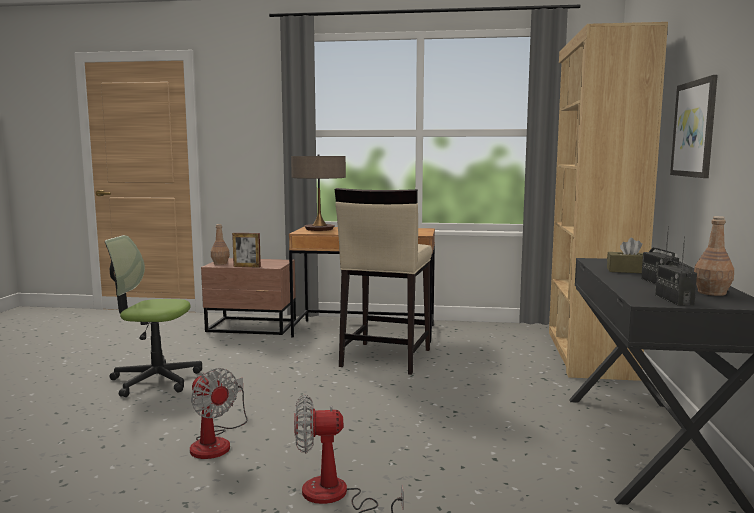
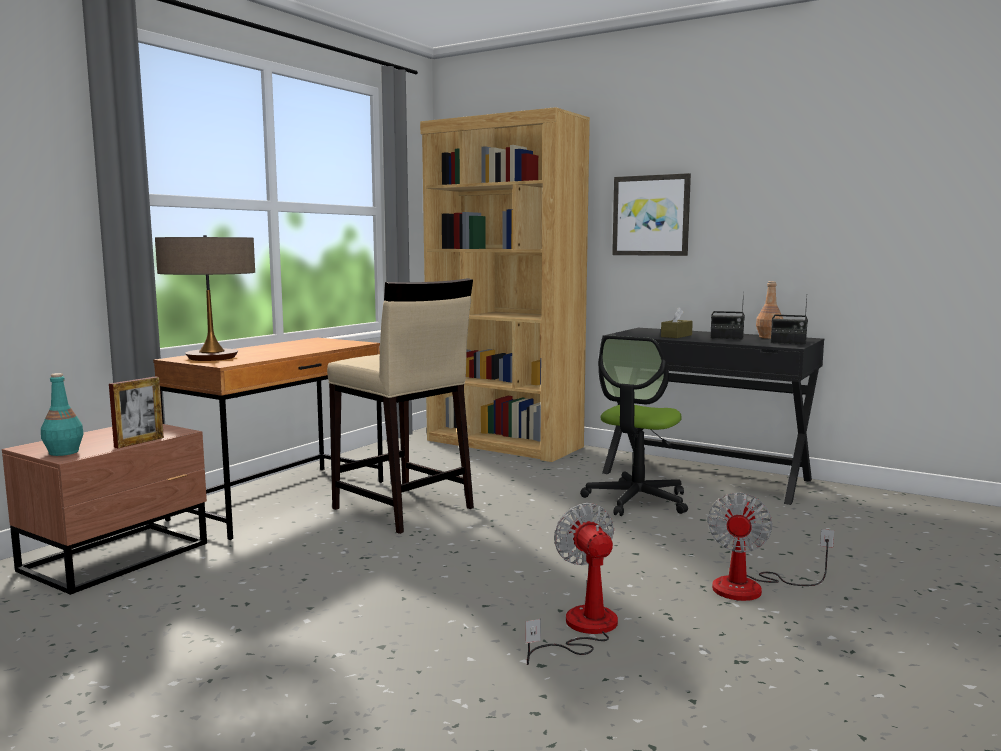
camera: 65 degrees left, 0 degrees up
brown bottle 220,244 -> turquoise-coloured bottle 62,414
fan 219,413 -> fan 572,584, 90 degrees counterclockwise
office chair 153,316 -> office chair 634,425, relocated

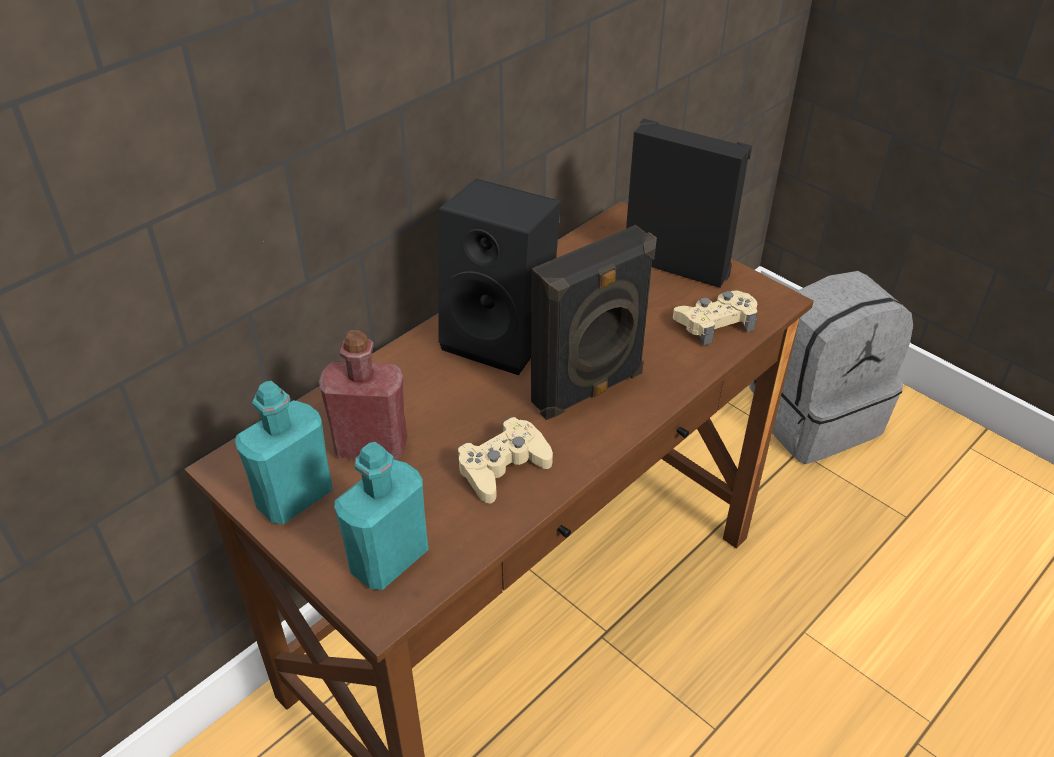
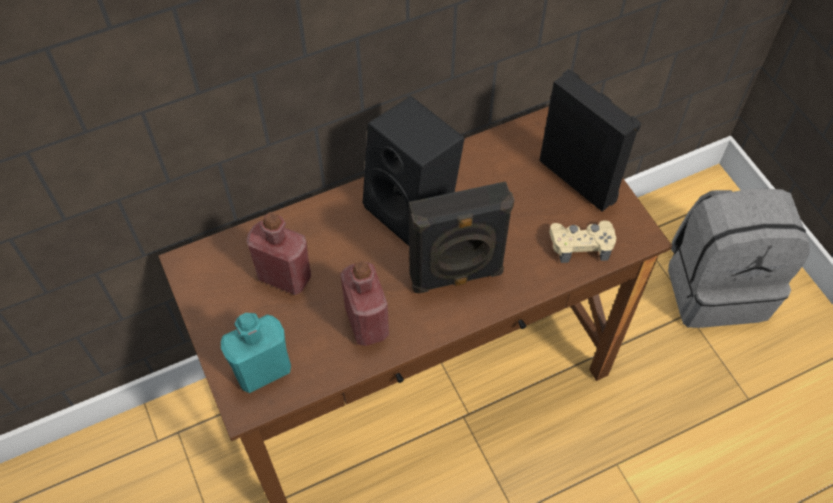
camera: 20 degrees right, 15 degrees up
beige gamepad 505,460 -> reddish bottle 364,303
turquoise-coloured bottle 283,452 -> none

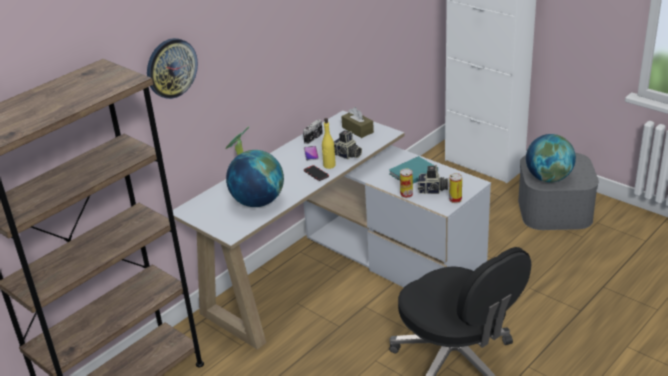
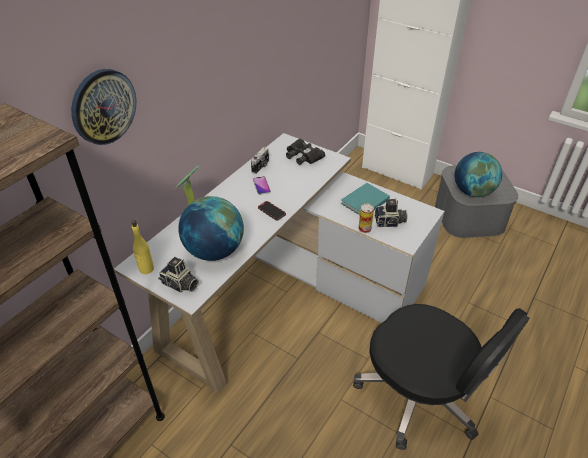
camera: 10 degrees left, 10 degrees up
yellow bottle 329,143 -> yellow bottle 142,247, relocated
still camera 348,144 -> still camera 178,275, relocated
brown box of tissues 357,122 -> blackish binoculars 305,152
sealed can 455,188 -> none

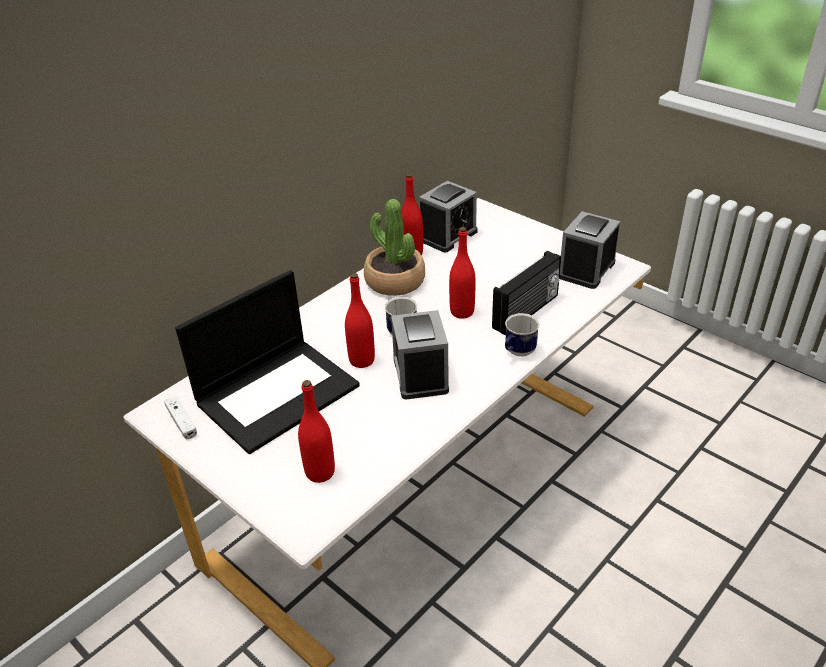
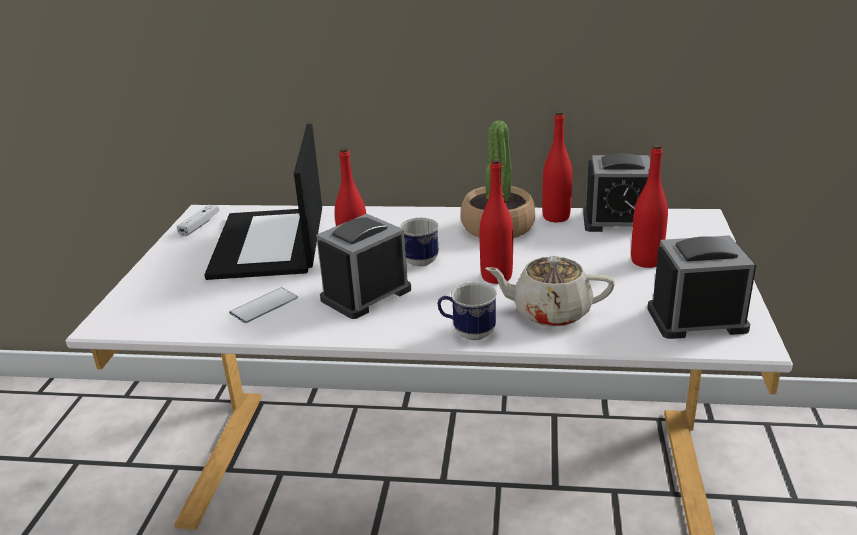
camera: 55 degrees right, 10 degrees down
notebook computer 267,362 -> notebook computer 263,202, 75 degrees clockwise
none -> telephone 263,305
radio receiver 526,293 -> beige teapot 550,291
reddish bottle 316,431 -> reddish bottle 649,206, relocated

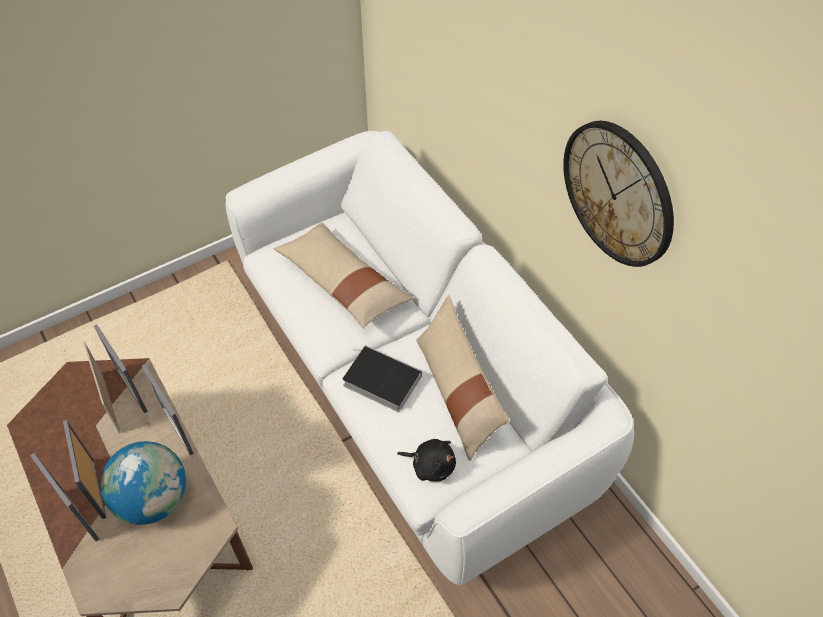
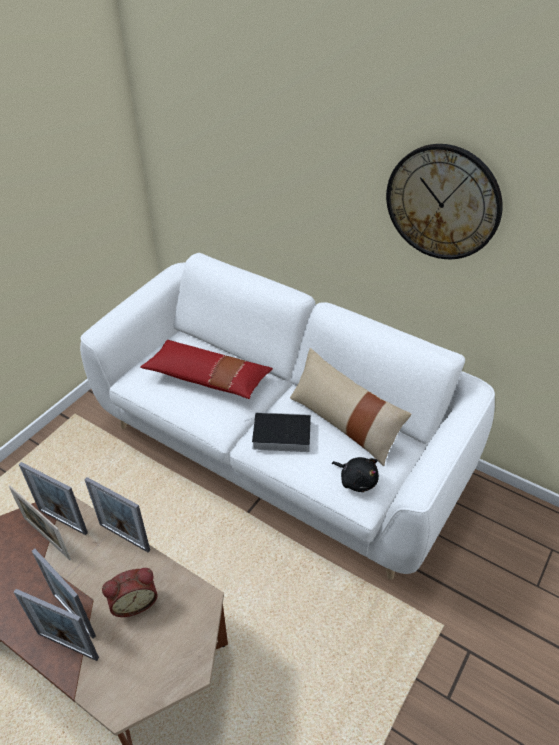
camera: 25 degrees left, 10 degrees down
globe 143,483 -> table clock 130,592
beige pillow 343,276 -> reddish pillow 206,369
blackish soft toy 426,460 -> blackish soft toy 355,474, 45 degrees clockwise

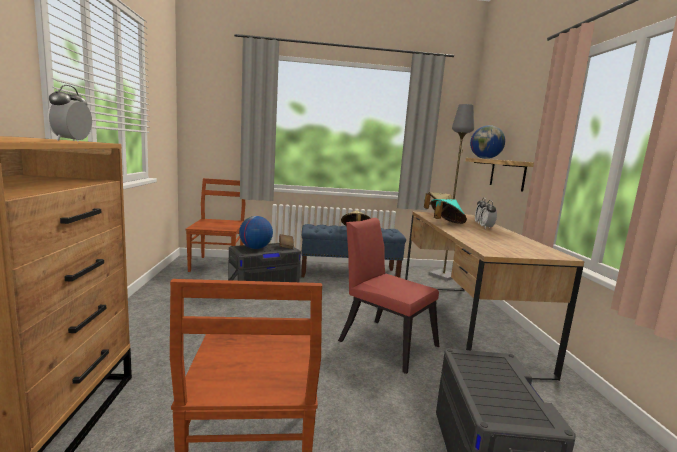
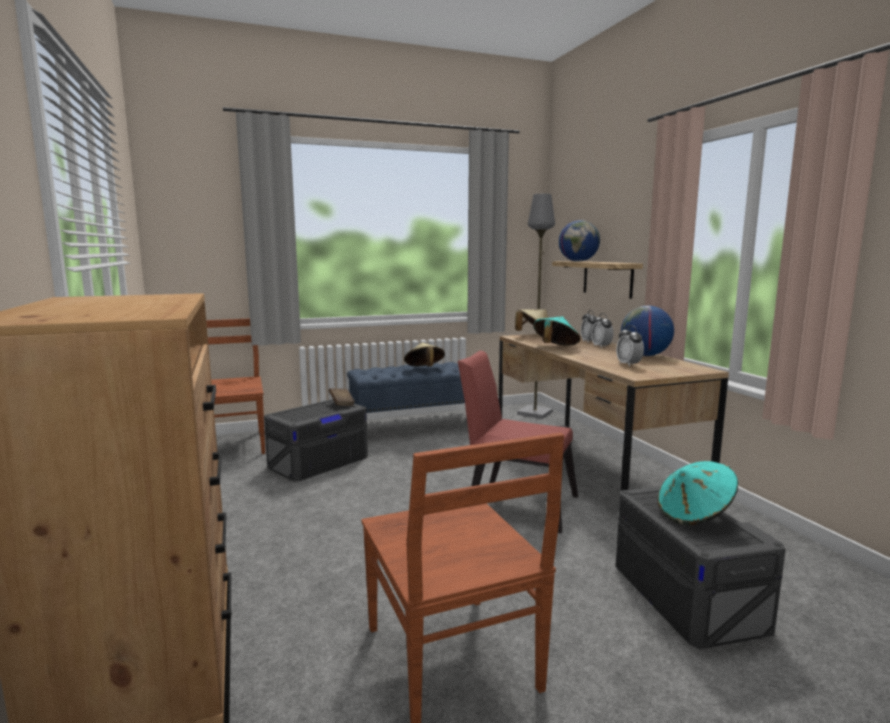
camera: 15 degrees left, 0 degrees up
table clock 70,113 -> table clock 630,346, relocated
globe 256,232 -> globe 647,331, relocated
none -> turquoise-coloured clothing hat 698,493

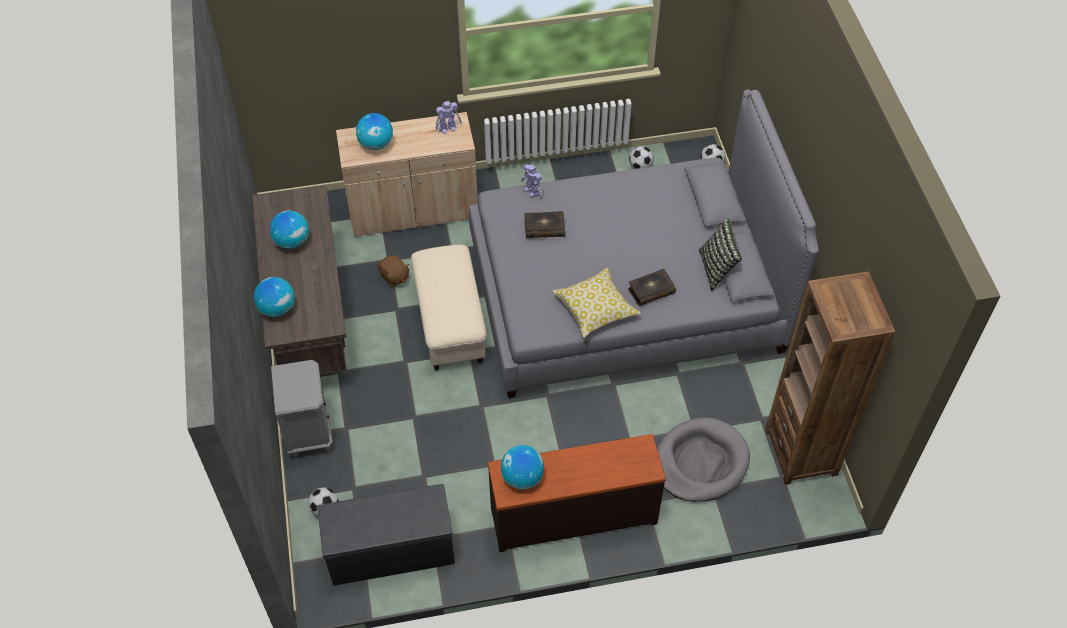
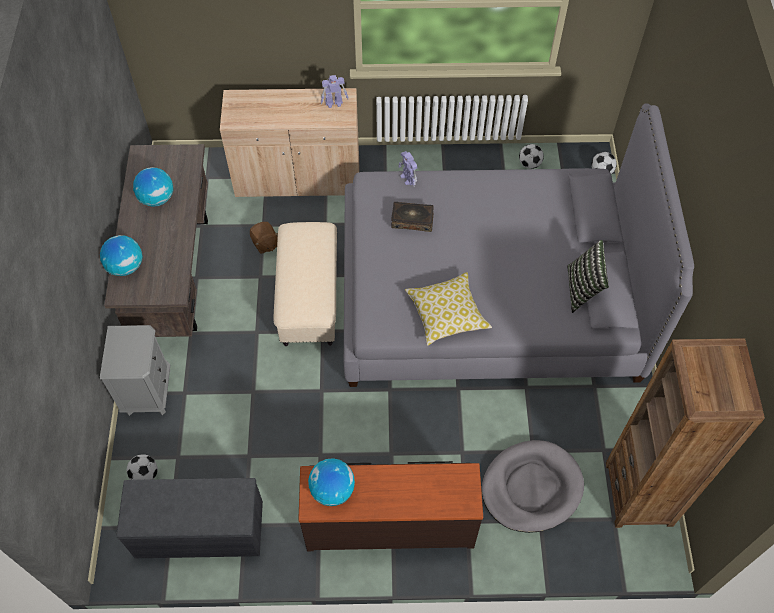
camera: 10 degrees right, 5 degrees up
globe 374,131 -> none
bound book 652,287 -> none

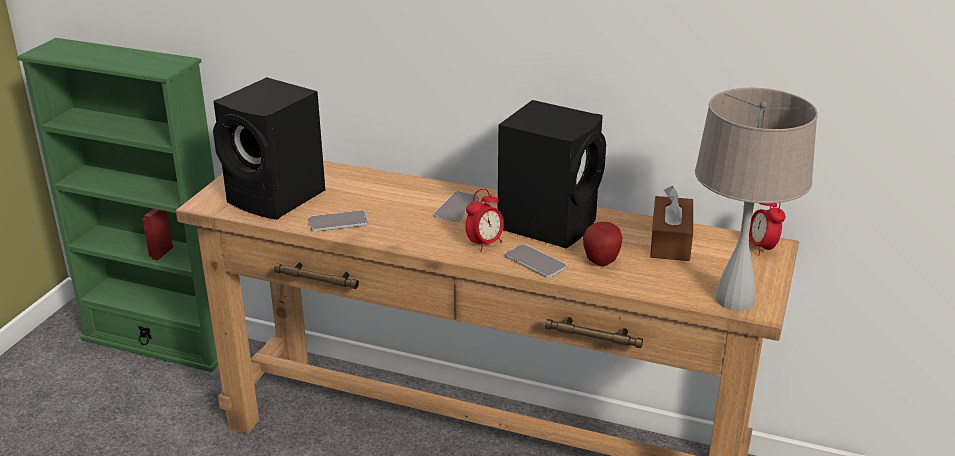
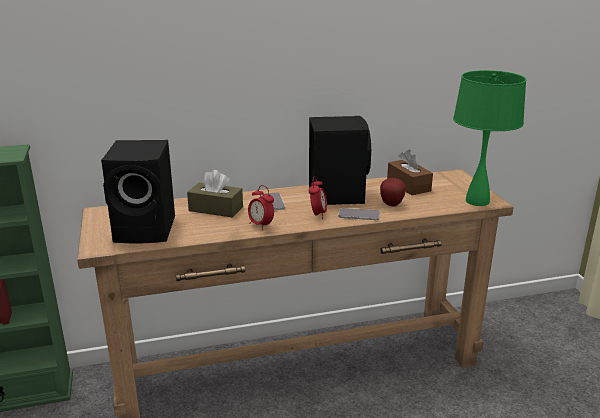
camera: 35 degrees left, 5 degrees down
none -> brown box of tissues 215,194
table clock 767,229 -> table clock 261,207, relocated
beige tabletop lamp 756,199 -> green-coloured tabletop lamp 490,138
telephone 338,221 -> none

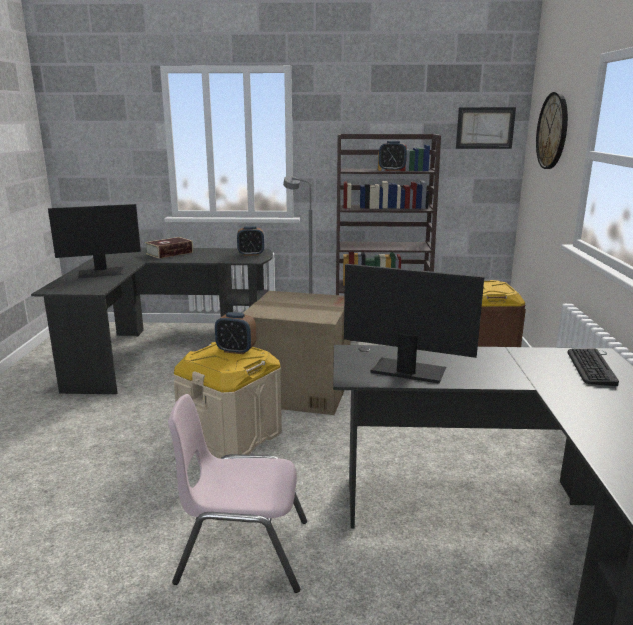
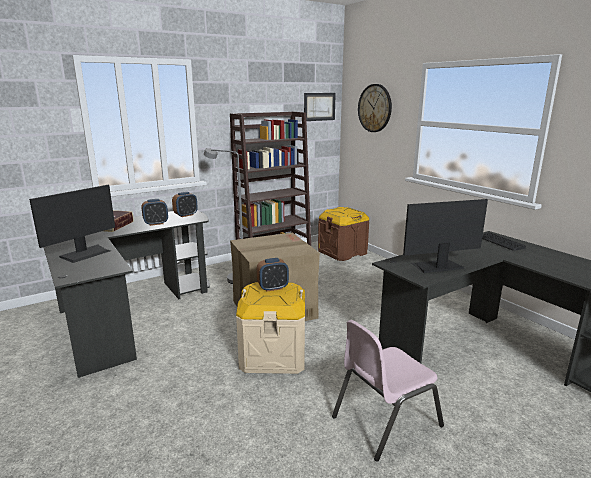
camera: 35 degrees left, 0 degrees up
table clock 393,156 -> table clock 154,212, relocated

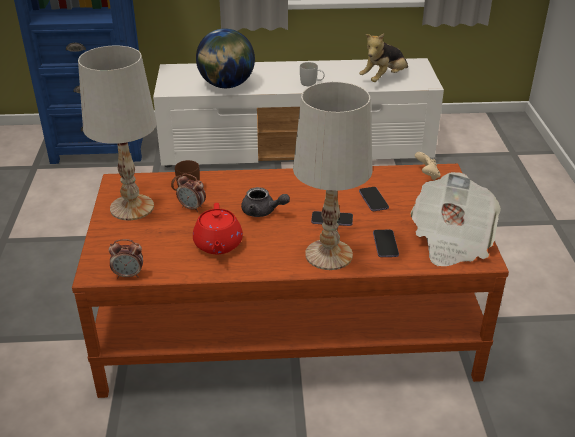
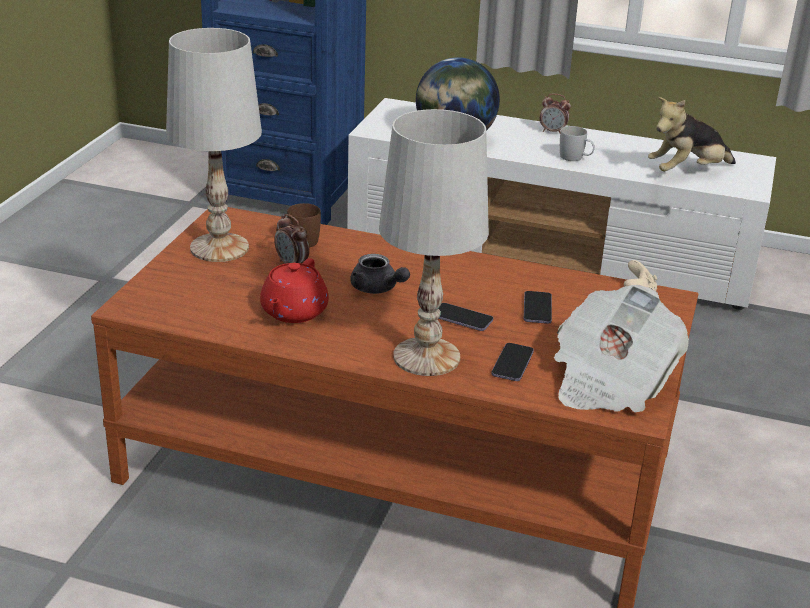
camera: 20 degrees right, 5 degrees down
table clock 126,258 -> table clock 555,113, relocated

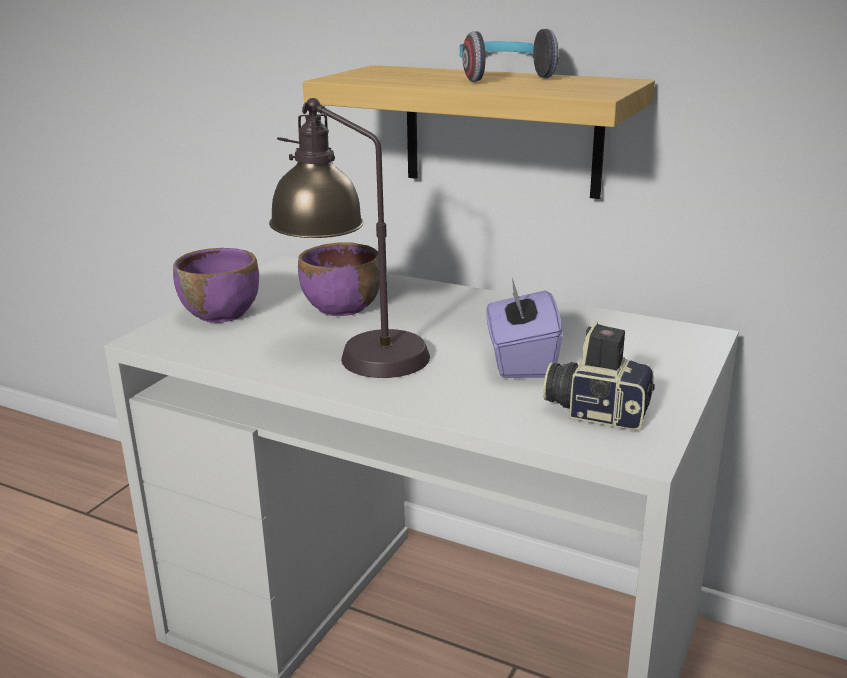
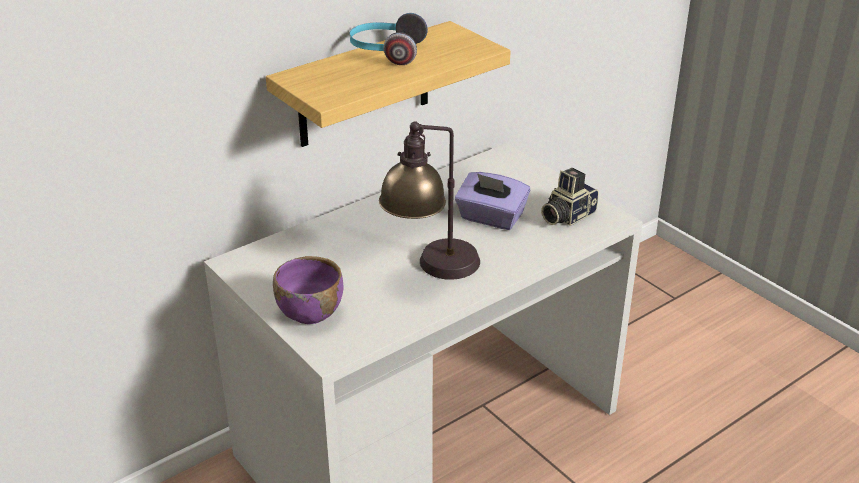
camera: 65 degrees left, 10 degrees up
purple-coloured deep dish 339,279 -> none

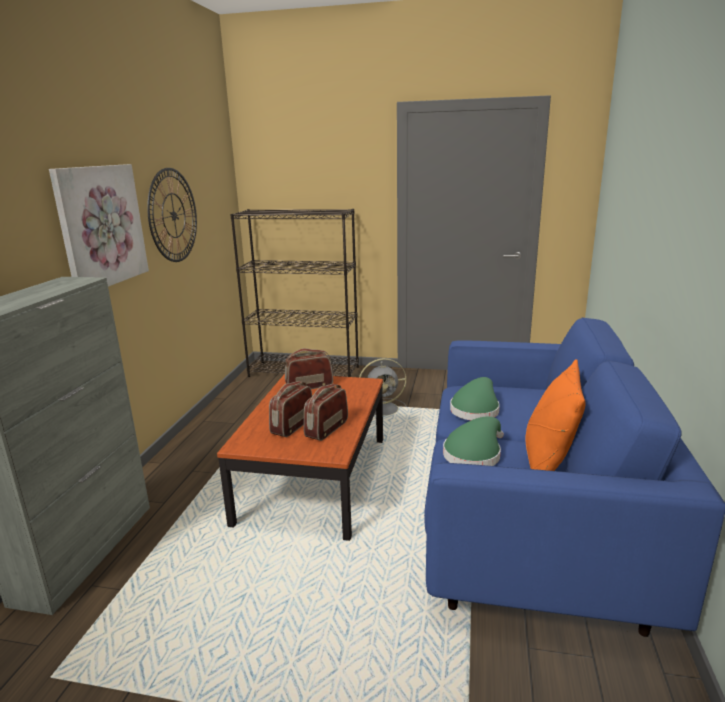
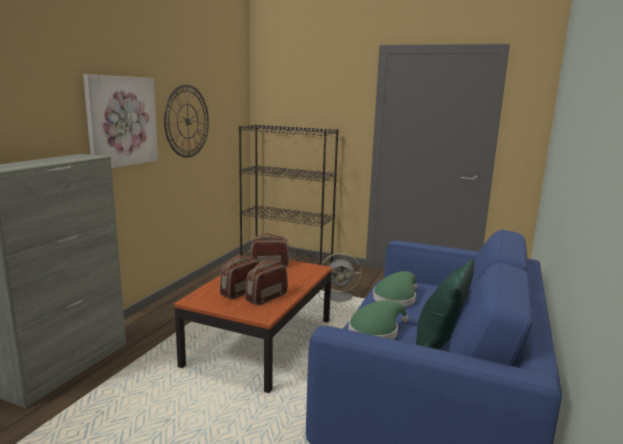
camera: 10 degrees right, 5 degrees down
orangey pillow 555,415 -> green-coloured pillow 445,304

